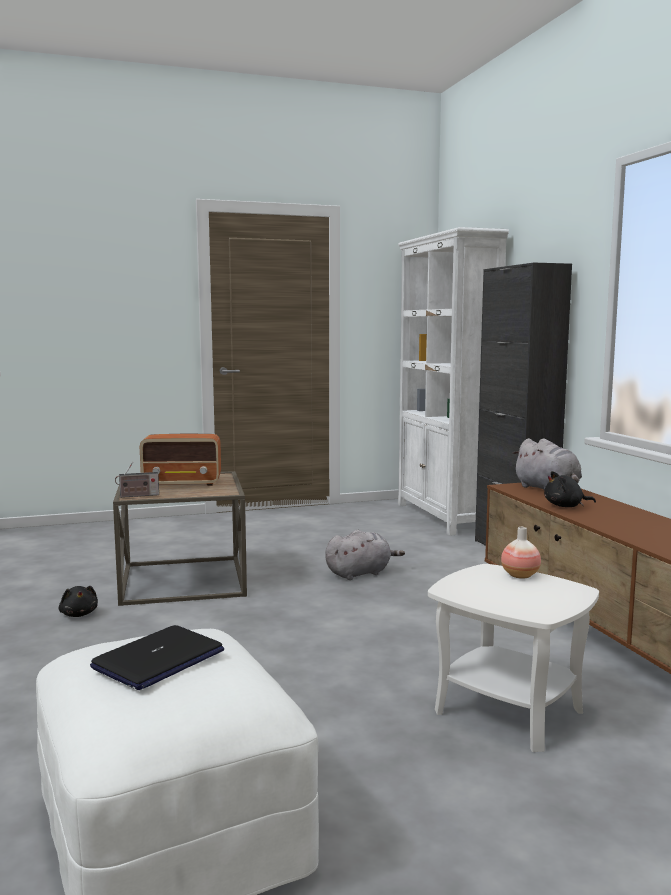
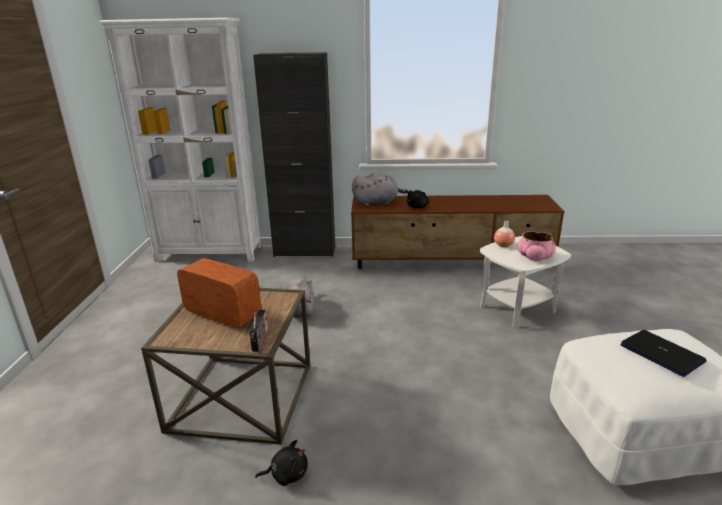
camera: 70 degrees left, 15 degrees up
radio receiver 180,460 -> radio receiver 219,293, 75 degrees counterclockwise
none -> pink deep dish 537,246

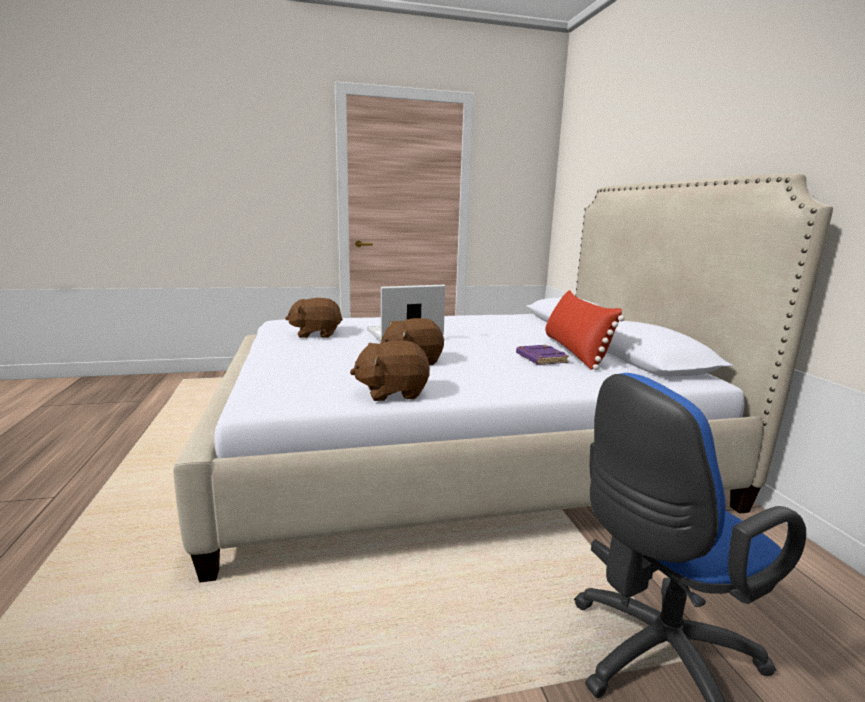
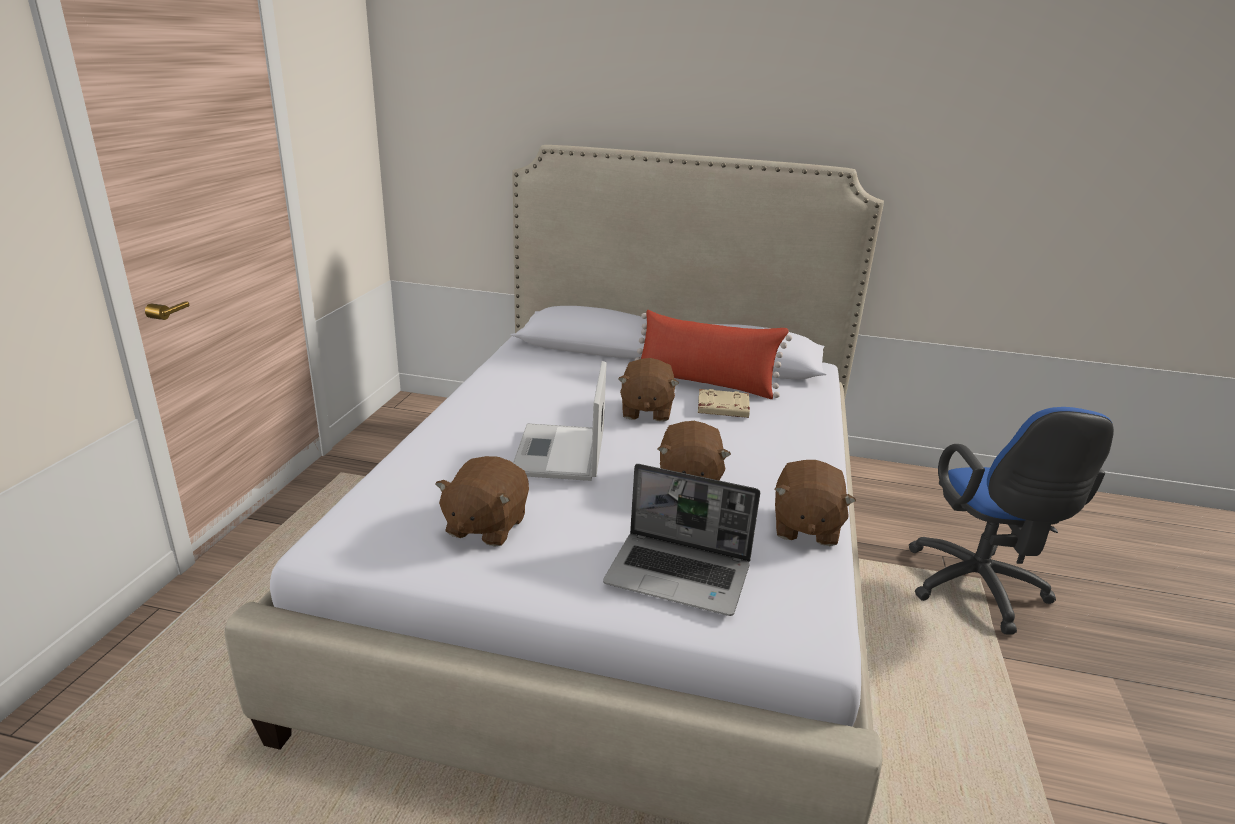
camera: 65 degrees left, 10 degrees up
none -> notebook computer 681,540
none -> brown soft toy 648,390
purple-coloured bound book 542,355 -> beige bound book 724,403

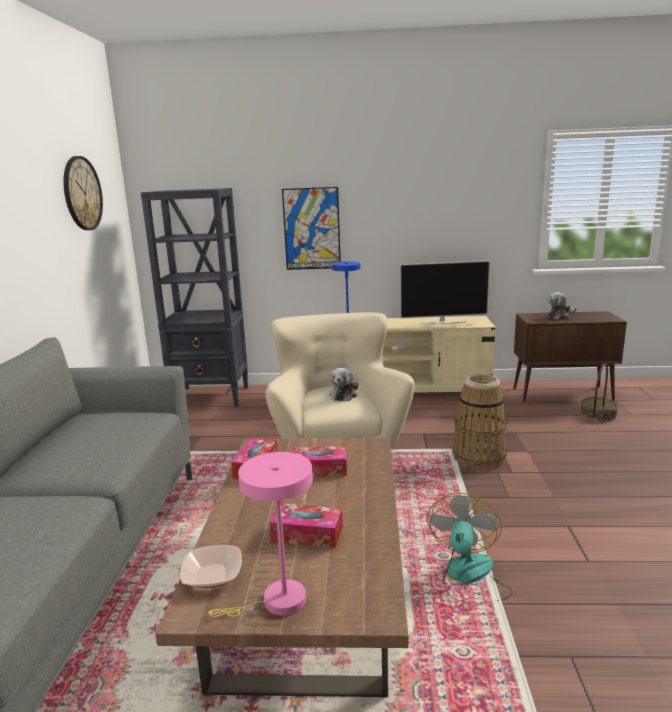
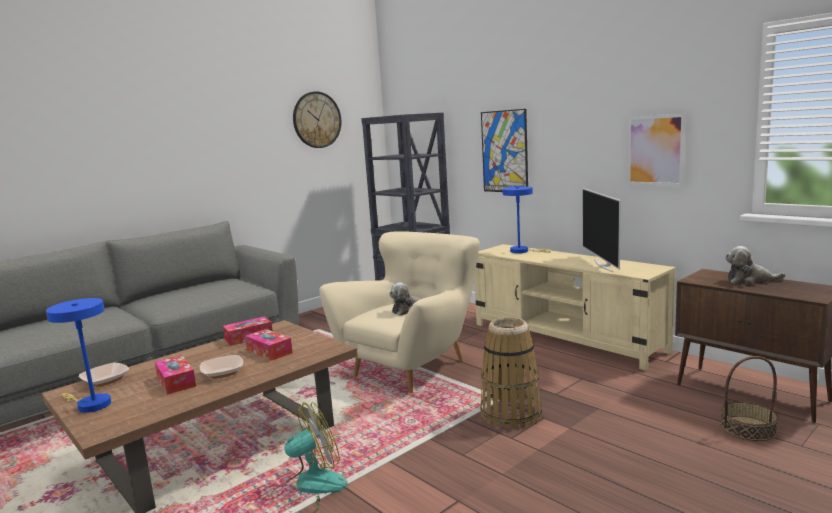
camera: 45 degrees right, 5 degrees down
pink tabletop lamp 260,534 -> blue tabletop lamp 78,355
none -> deep dish 221,367
TV 445,292 -> TV 601,230, 45 degrees clockwise
none -> wall picture 656,150

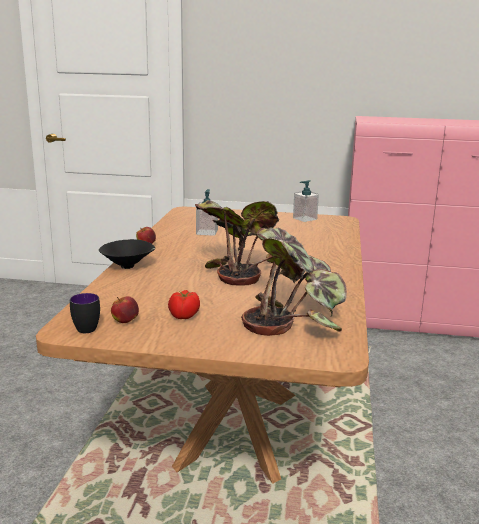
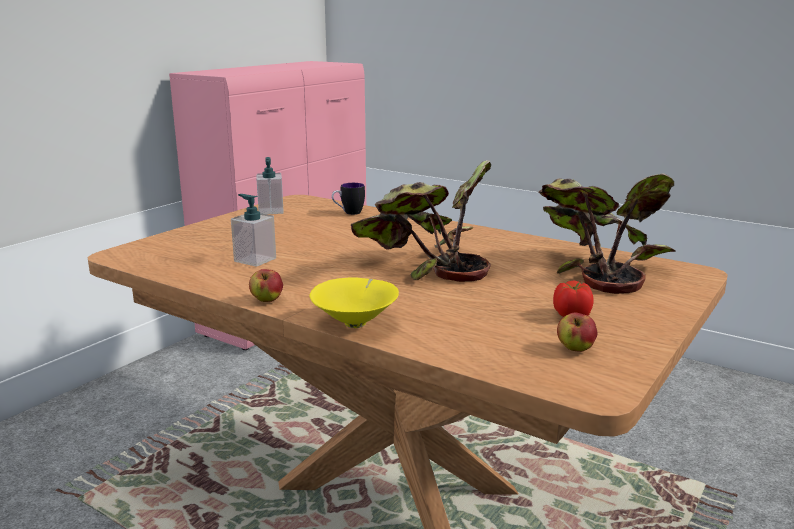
camera: 65 degrees left, 0 degrees up
blackish deep dish 127,254 -> yellow deep dish 354,302
coffee mug 85,313 -> coffee mug 348,199, relocated

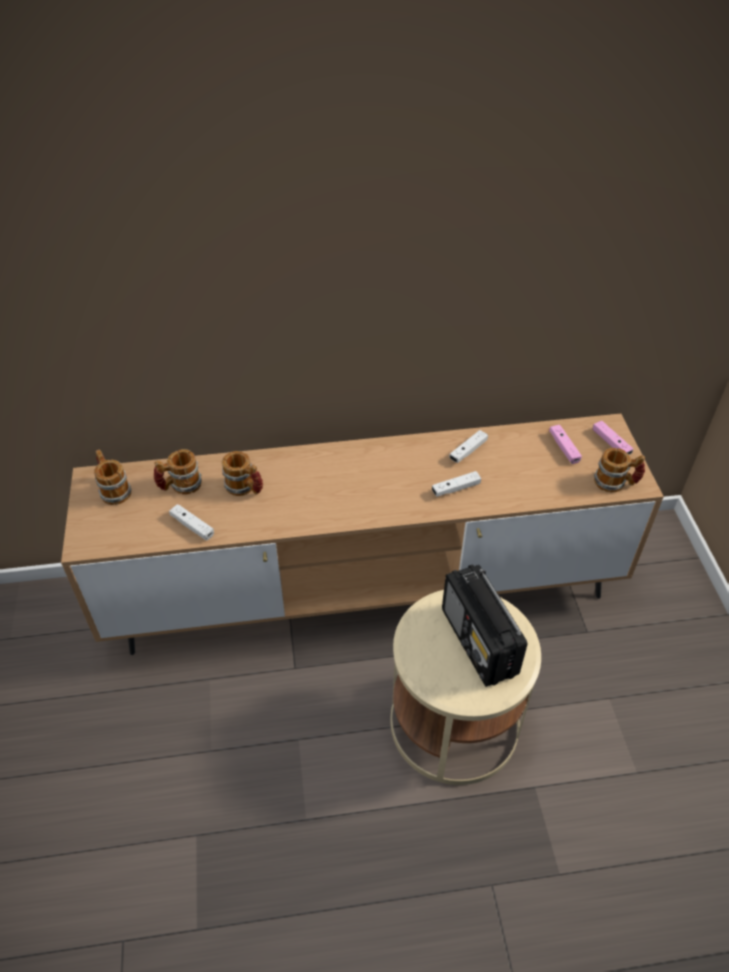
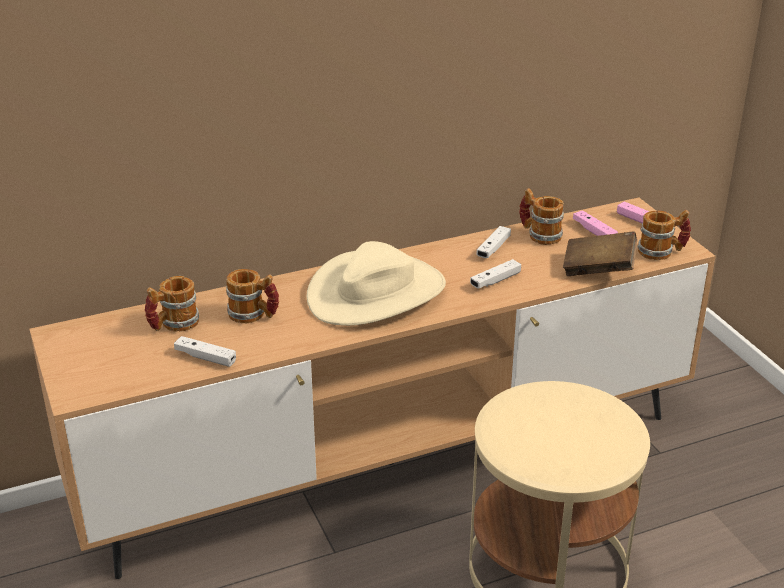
camera: 15 degrees left, 15 degrees down
none -> beige clothing hat 376,283
coffee mug 113,477 -> coffee mug 541,216, relocated
none -> brown bound book 600,253
radio receiver 484,626 -> none

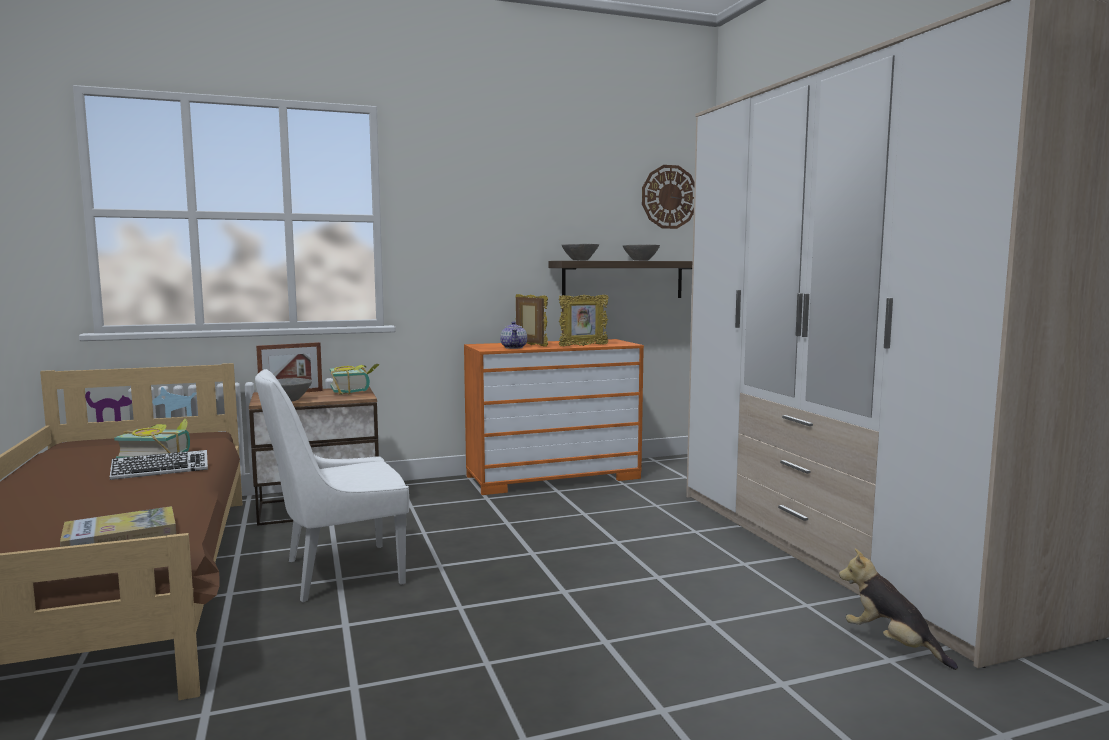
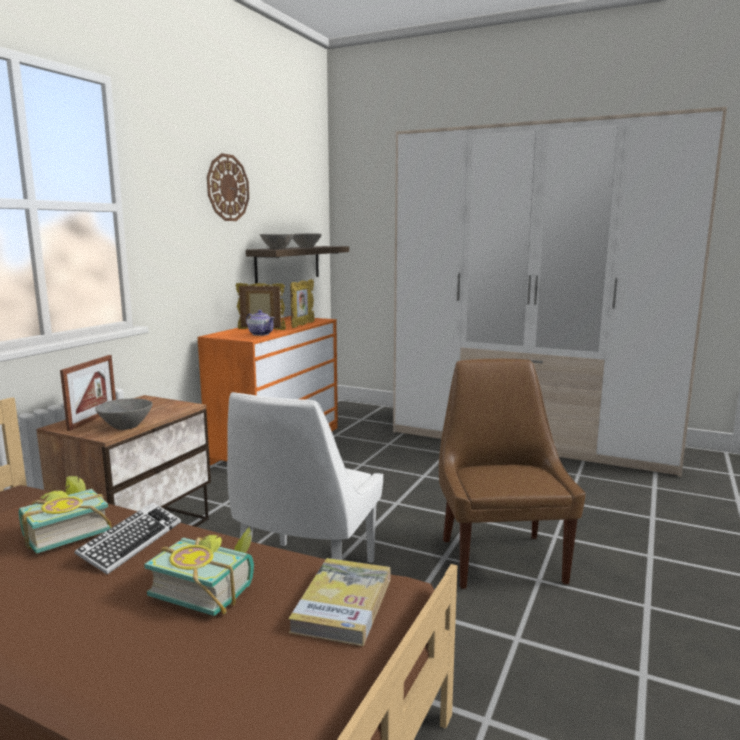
camera: 45 degrees left, 5 degrees up
bound book 355,379 -> bound book 199,571, relocated
hanging clock 668,197 -> hanging clock 228,187, relocated
none -> brown upright chair 512,474
soft toy 898,609 -> none

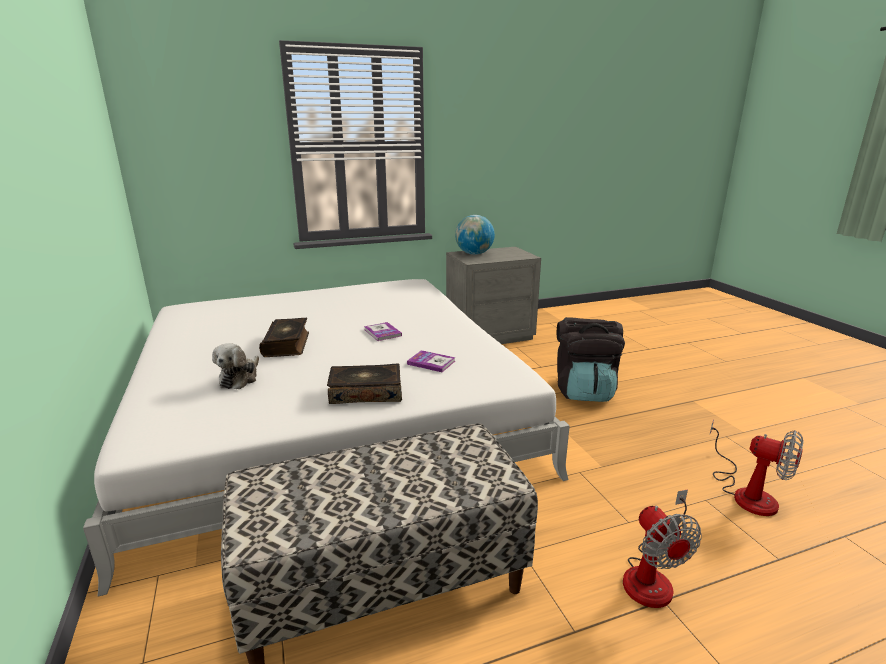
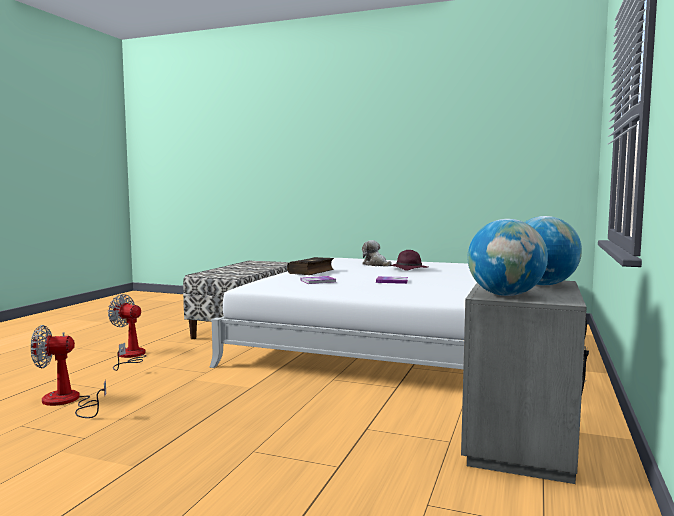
camera: 130 degrees right, 15 degrees down
bound book 284,337 -> purple-coloured clothing hat 409,260
none -> globe 508,257
blackish backpack 591,359 -> none

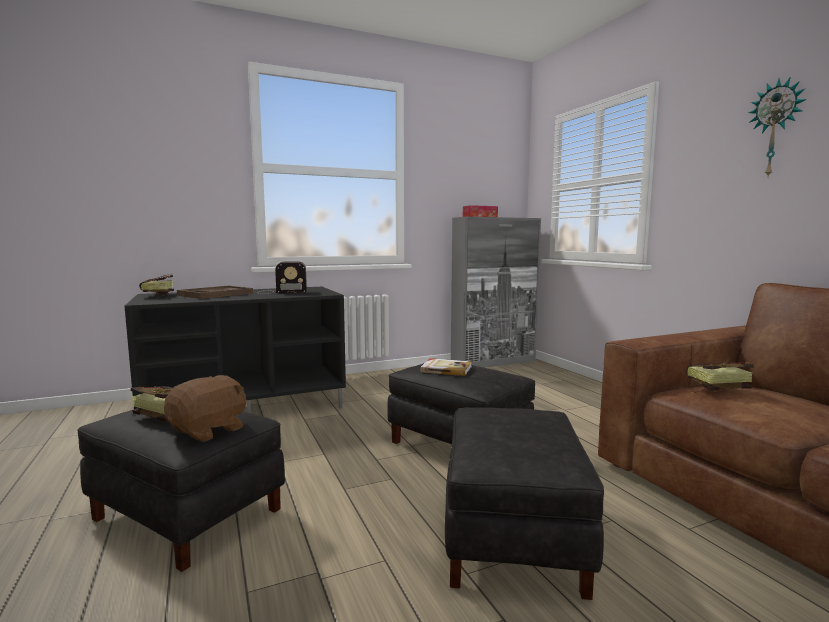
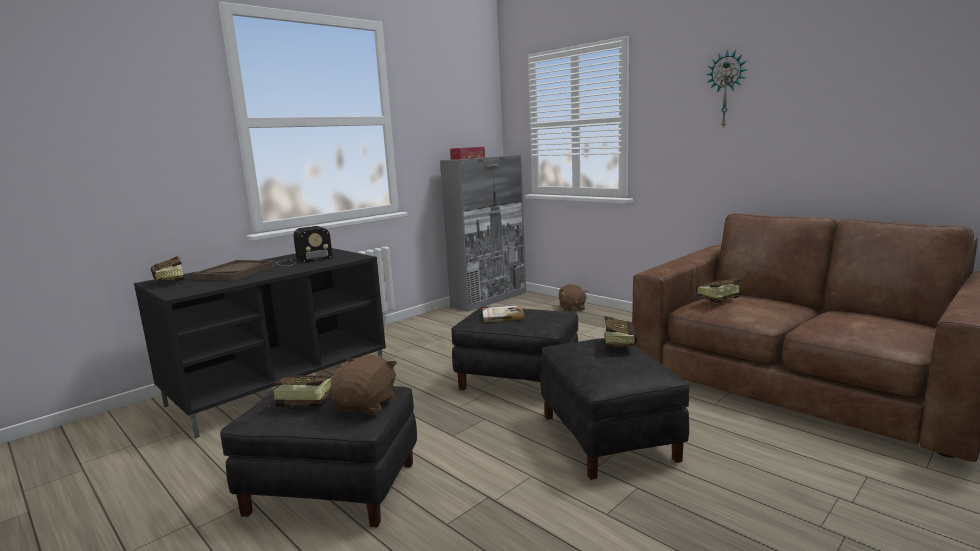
camera: 20 degrees left, 5 degrees up
none -> brown soft toy 573,298
none -> bound book 620,332

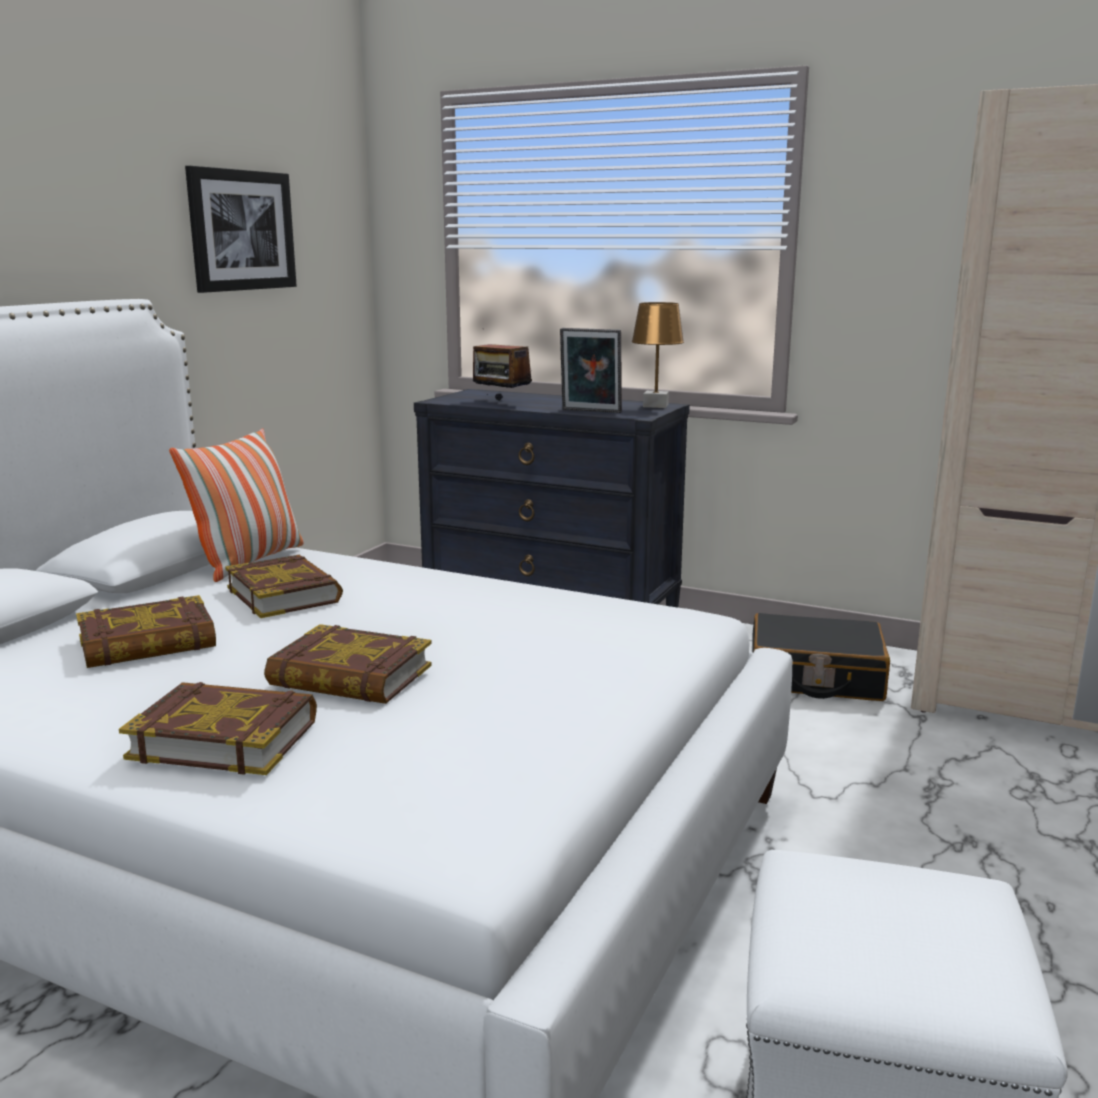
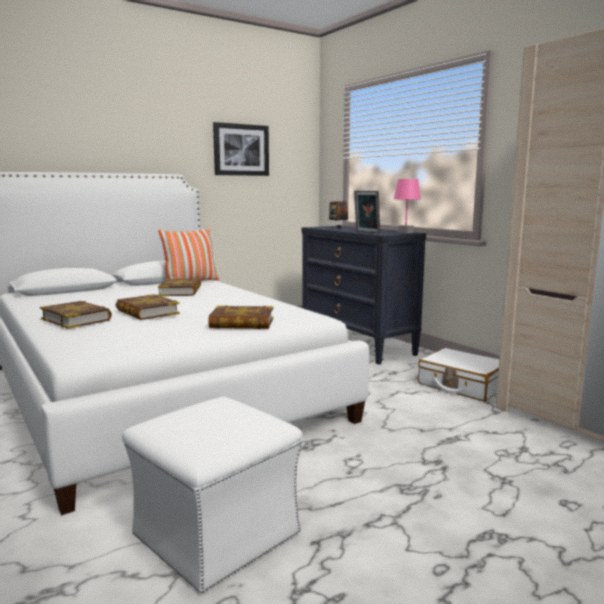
camera: 30 degrees right, 5 degrees down
bound book 146,631 -> bound book 241,317, relocated
brown tabletop lamp 658,355 -> pink tabletop lamp 407,206
blackish travel case 821,657 -> white travel case 458,375

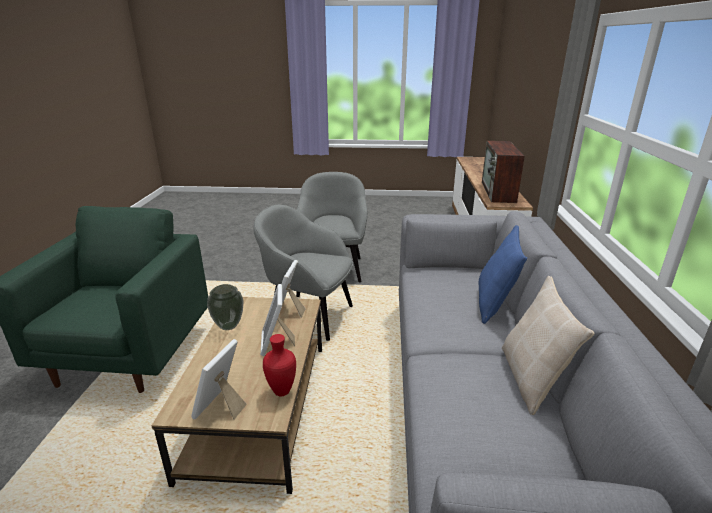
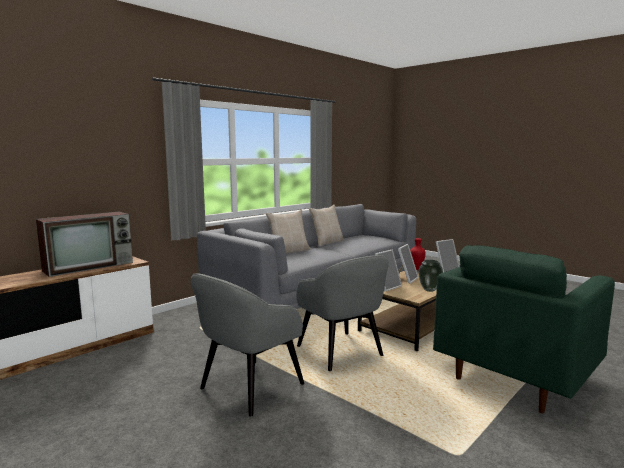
camera: 140 degrees left, 15 degrees down
blue pillow 503,274 -> beige pillow 288,231

